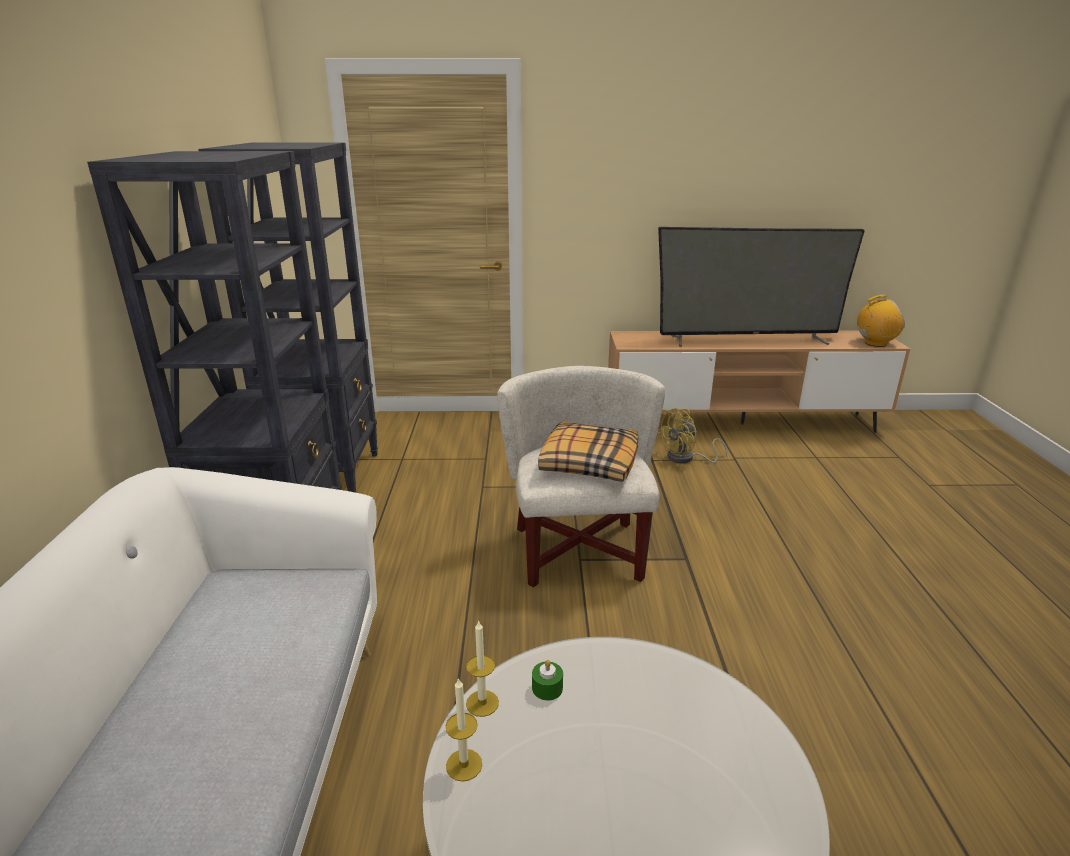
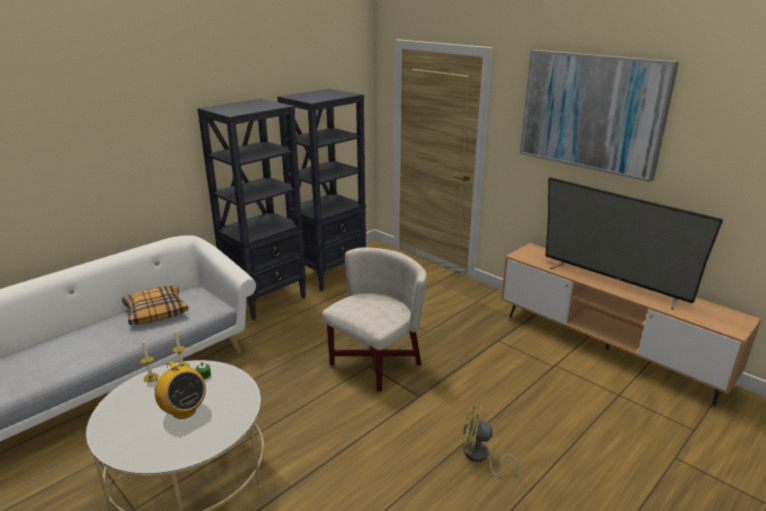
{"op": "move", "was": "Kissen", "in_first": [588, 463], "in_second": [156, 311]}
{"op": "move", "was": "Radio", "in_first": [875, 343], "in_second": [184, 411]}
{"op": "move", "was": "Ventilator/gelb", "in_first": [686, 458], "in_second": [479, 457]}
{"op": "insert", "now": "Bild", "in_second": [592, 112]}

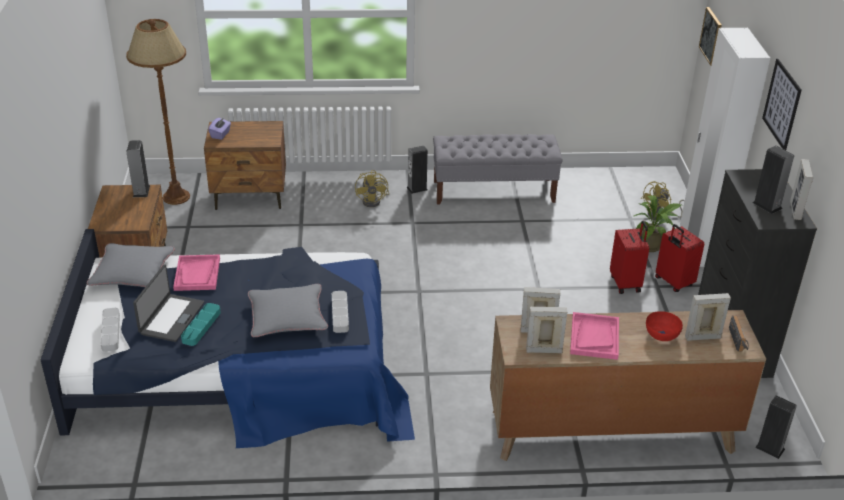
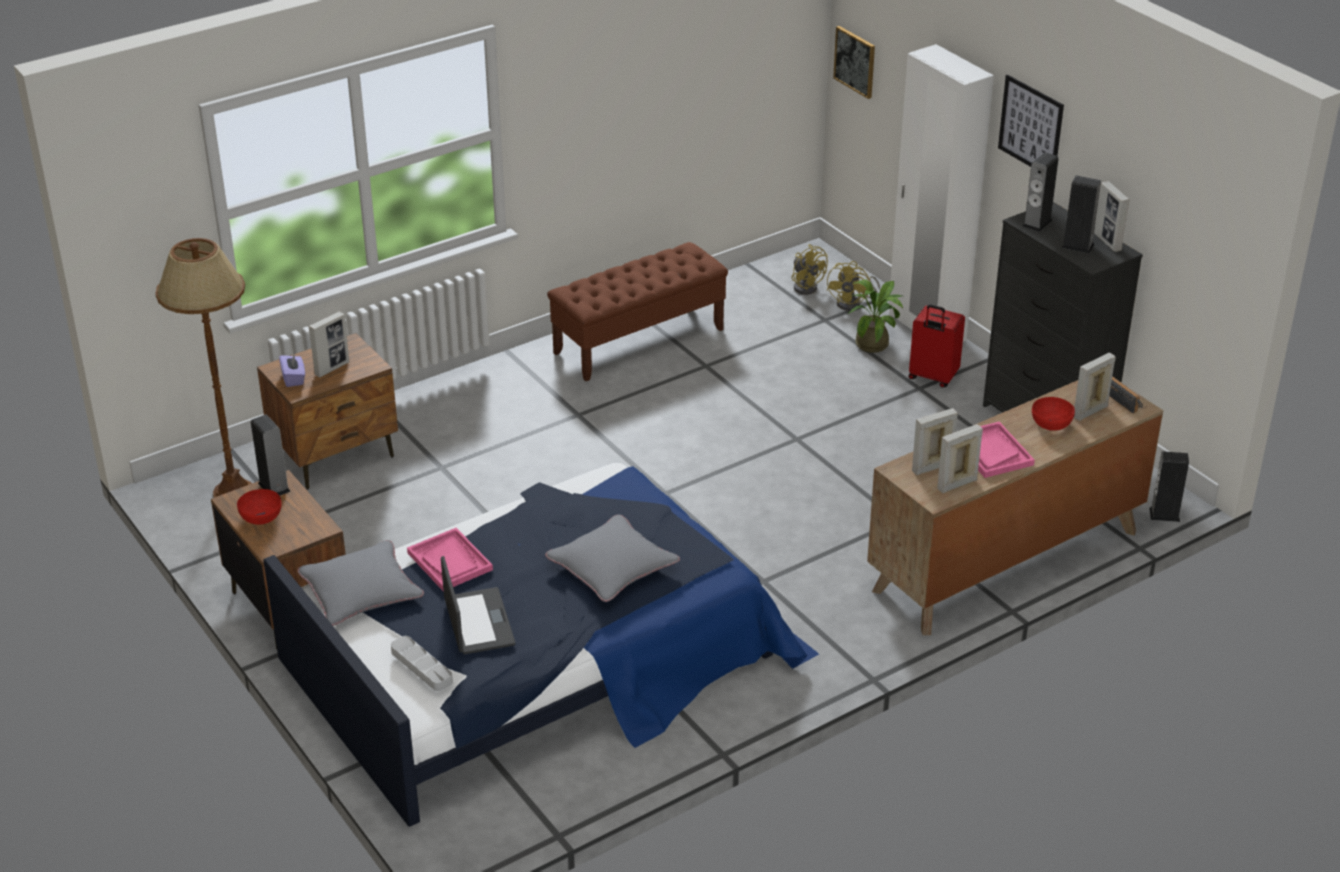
{"op": "insert", "now": "Schüssel/rot", "in_second": [260, 517]}
{"op": "insert", "now": "Bilderrahmen", "in_second": [332, 368]}
{"op": "recolor", "was": "Bank/grau", "now": "Bank/braun", "in_first": [494, 191], "in_second": [639, 341]}
{"op": "move", "was": "Ventilator/gelb", "in_first": [374, 201], "in_second": [806, 286]}
{"op": "move", "was": "Lautsprecher", "in_first": [417, 188], "in_second": [1037, 223]}
{"op": "delete", "was": "Tablett/türkis", "in_first": [201, 326]}
{"op": "delete", "was": "Tablett/grau", "in_first": [340, 314]}
{"op": "delete", "was": "Koffer/rot", "in_first": [626, 283]}

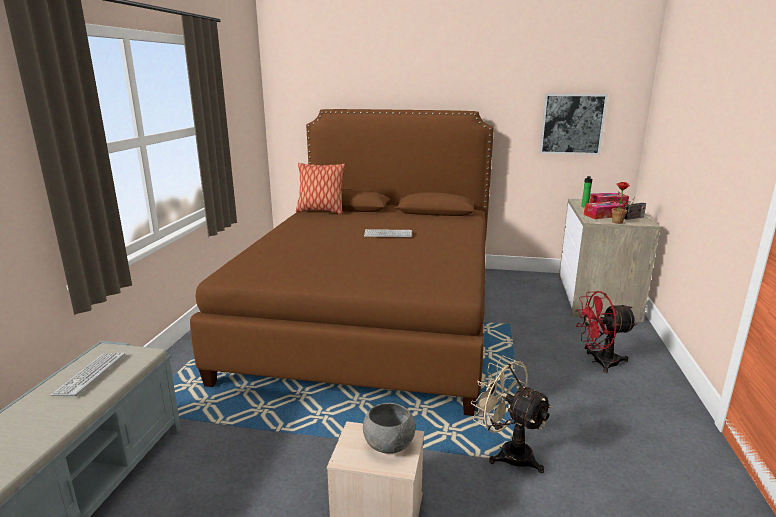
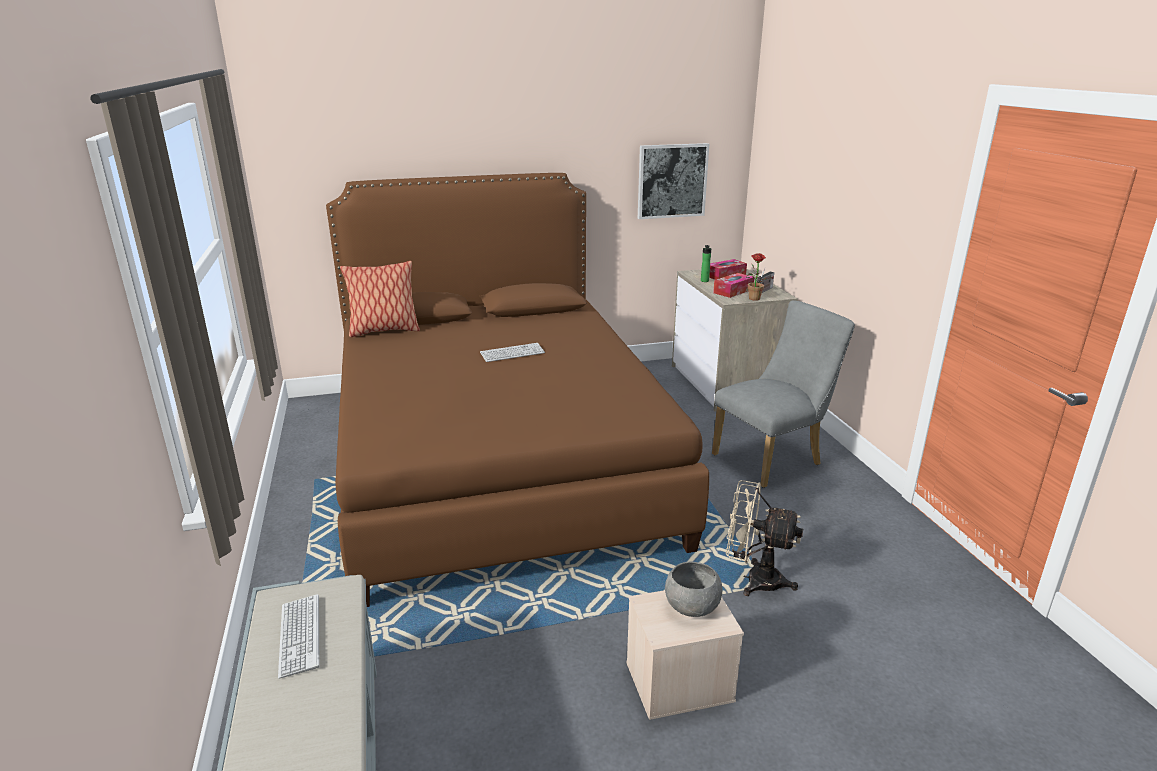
{"op": "replace", "was": "Ventilator/rot", "now": "Stuhl/grau", "in_first": [599, 362], "in_second": [773, 458]}

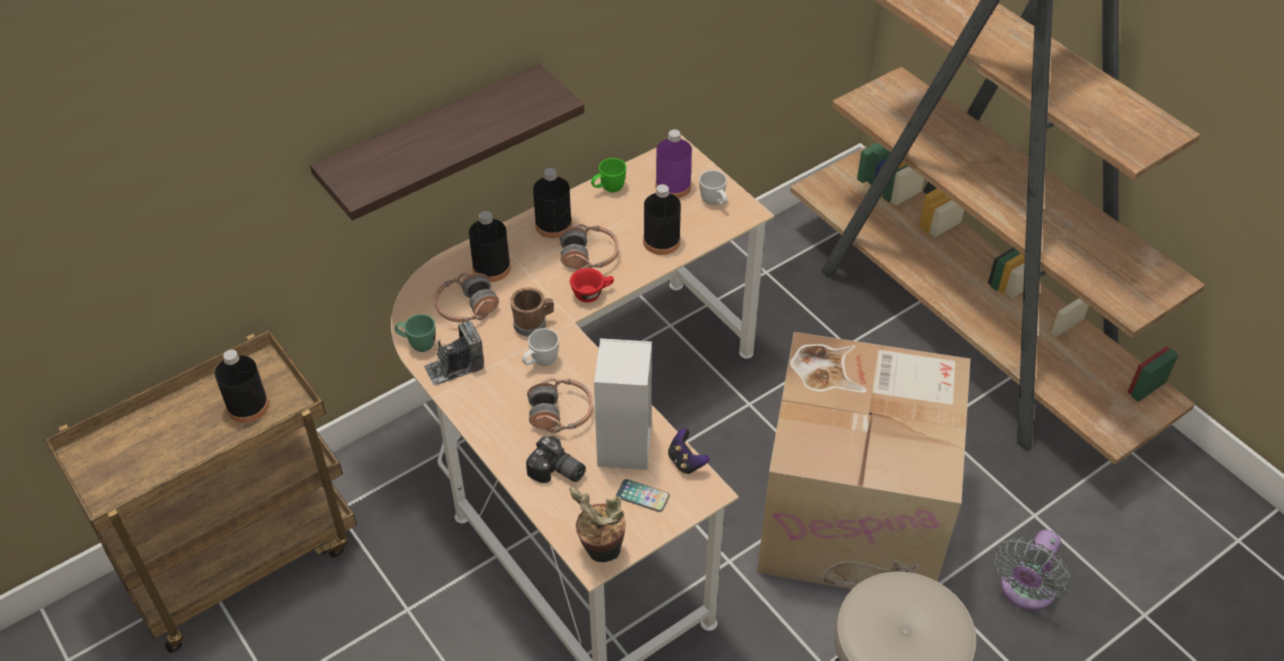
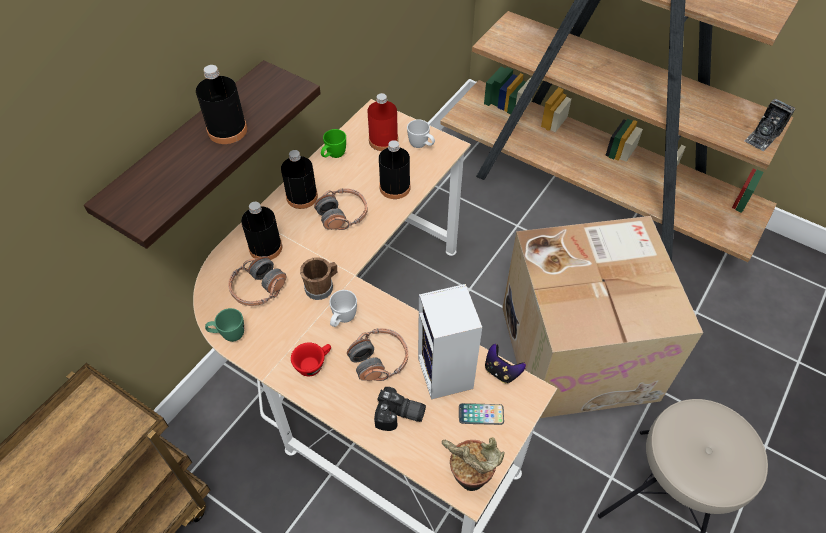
{"op": "move", "was": "Flasche/schwarz", "in_first": [248, 406], "in_second": [227, 130]}
{"op": "move", "was": "Tasse/rot", "in_first": [592, 293], "in_second": [313, 363]}
{"op": "recolor", "was": "Flasche/lila", "now": "Flasche/rot", "in_first": [673, 186], "in_second": [383, 140]}
{"op": "move", "was": "Kamera", "in_first": [454, 367], "in_second": [763, 136]}
{"op": "delete", "was": "Ventilator/grau", "in_first": [1025, 591]}

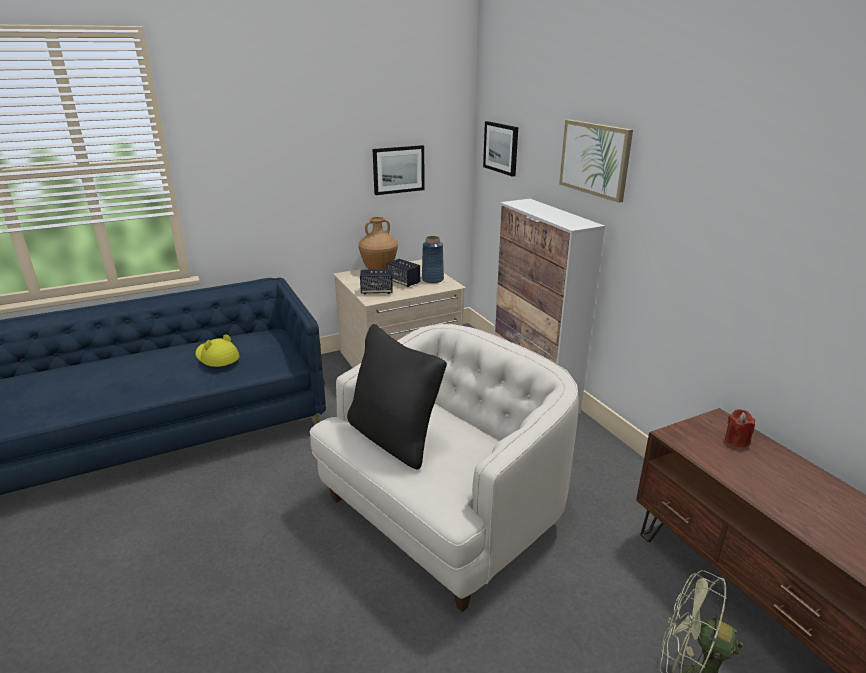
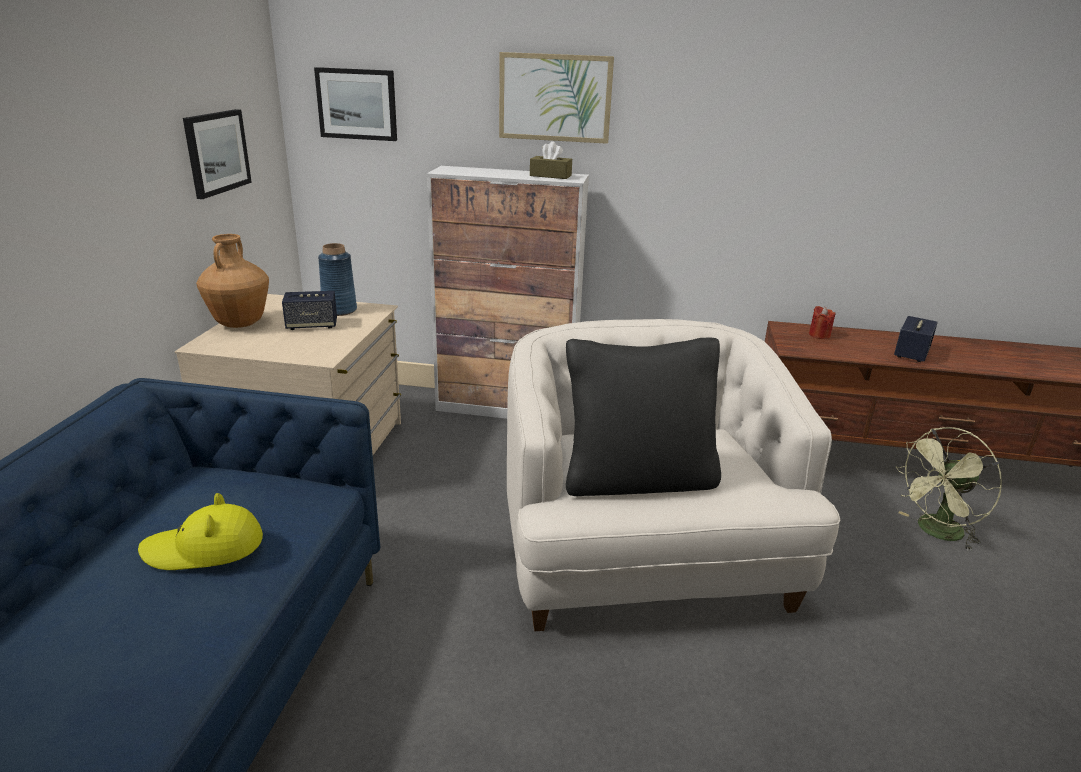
{"op": "insert", "now": "Taschentuchbox/braun", "in_second": [550, 176]}
{"op": "move", "was": "Lautsprecher", "in_first": [377, 291], "in_second": [911, 353]}

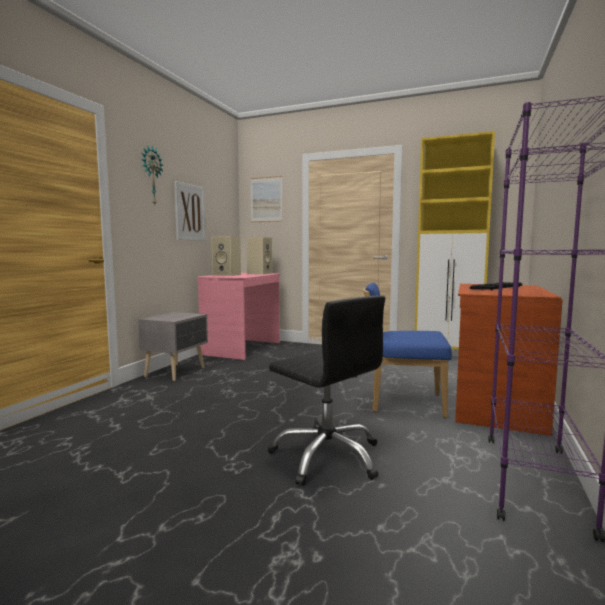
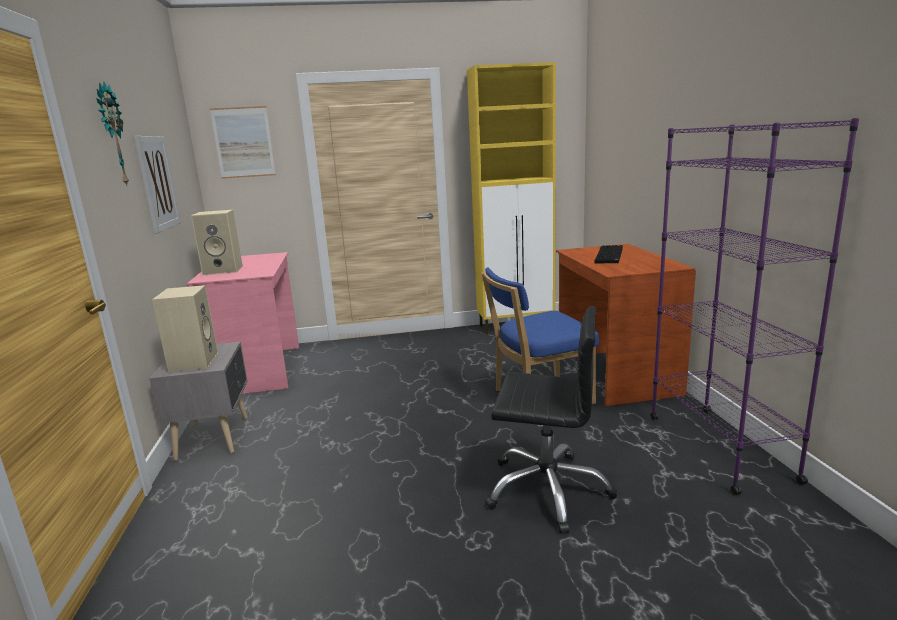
{"op": "move", "was": "Lautsprecher/beige", "in_first": [259, 273], "in_second": [193, 361]}

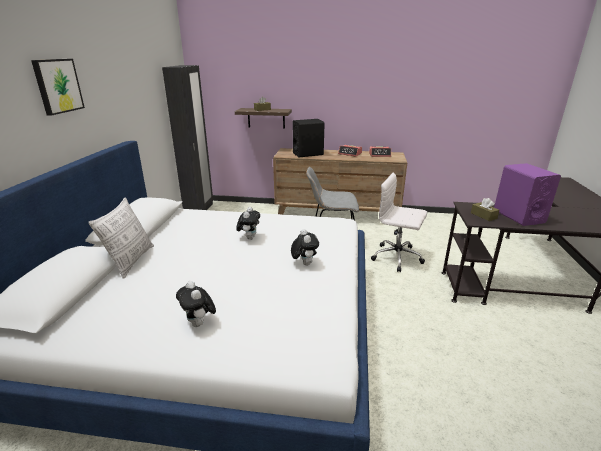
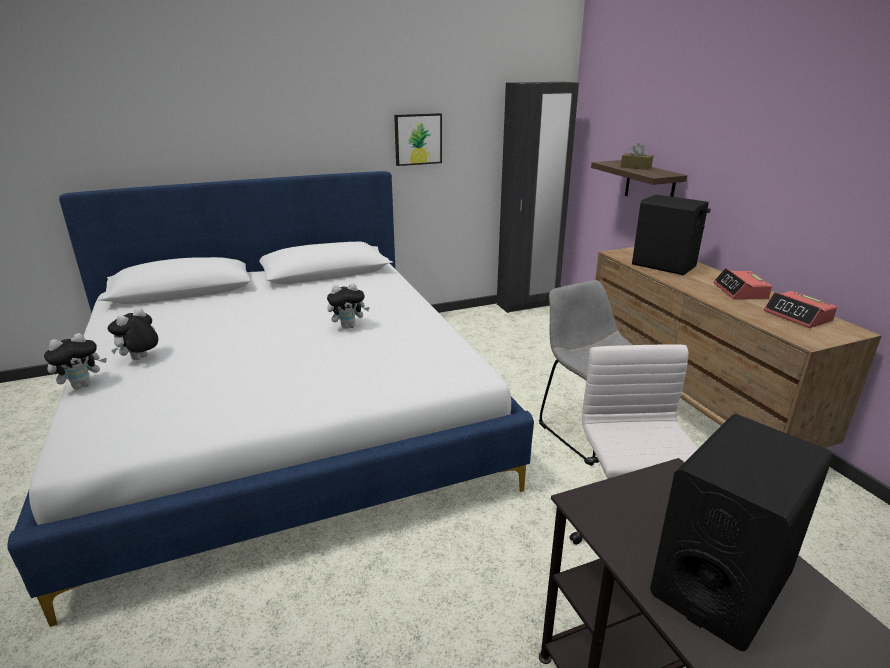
{"op": "move", "was": "Plüschtier", "in_first": [304, 263], "in_second": [82, 385]}
{"op": "move", "was": "Bild", "in_first": [57, 86], "in_second": [417, 139]}
{"op": "recolor", "was": "Lautsprecher/lila", "now": "Lautsprecher/schwarz", "in_first": [518, 216], "in_second": [721, 583]}
{"op": "delete", "was": "Kissen", "in_first": [131, 261]}
{"op": "delete", "was": "Taschentuchbox/braun", "in_first": [483, 216]}

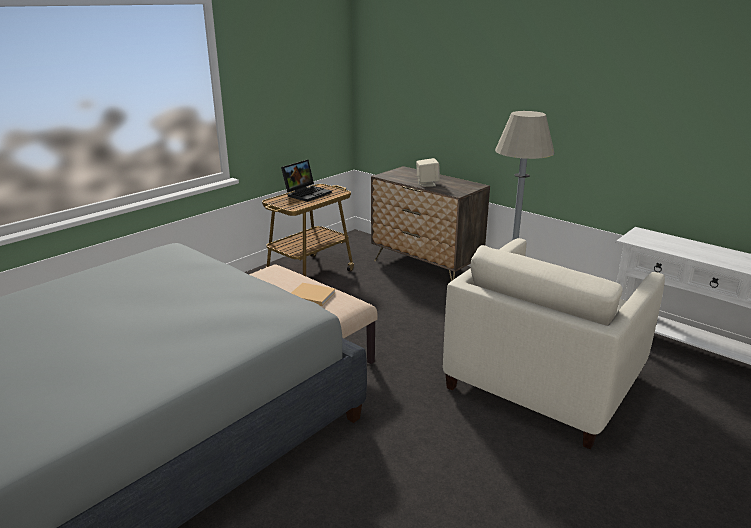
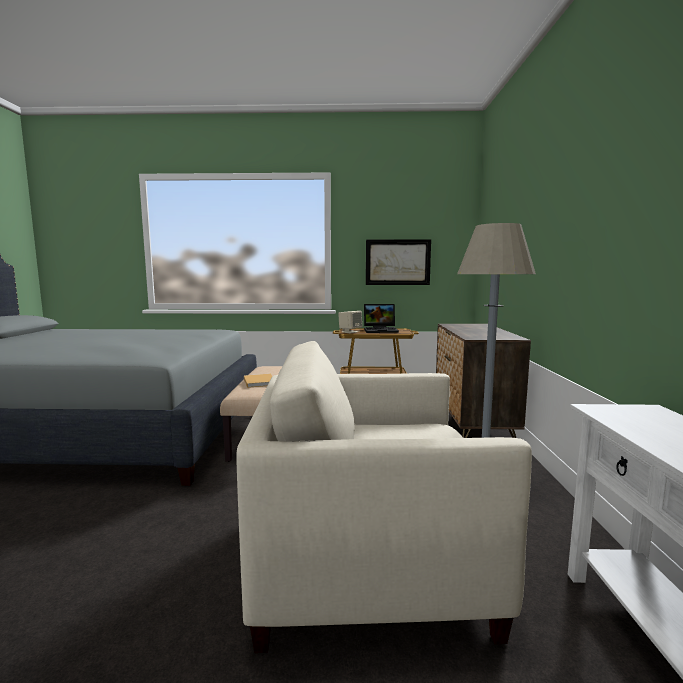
{"op": "move", "was": "Lautsprecher/beige", "in_first": [427, 184], "in_second": [350, 332]}
{"op": "insert", "now": "Bild", "in_second": [397, 262]}

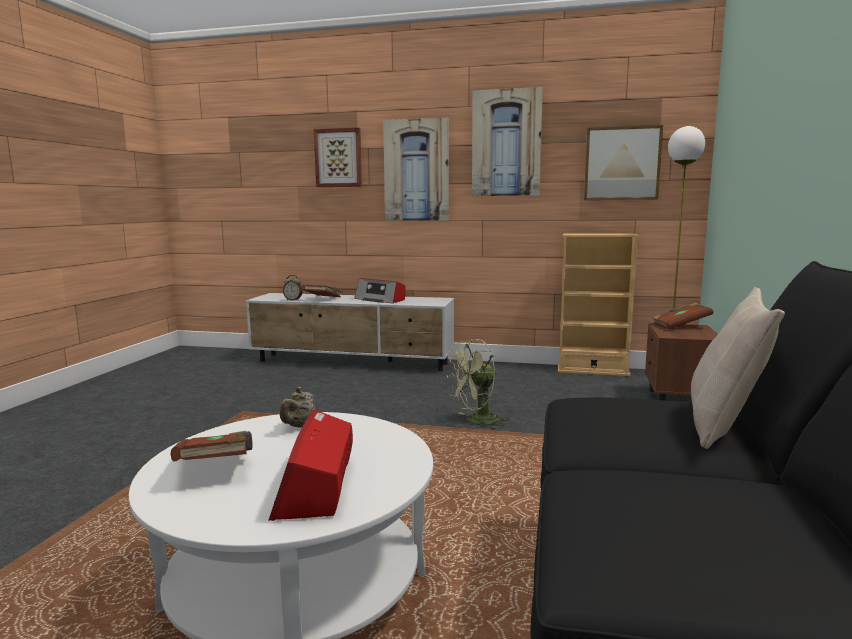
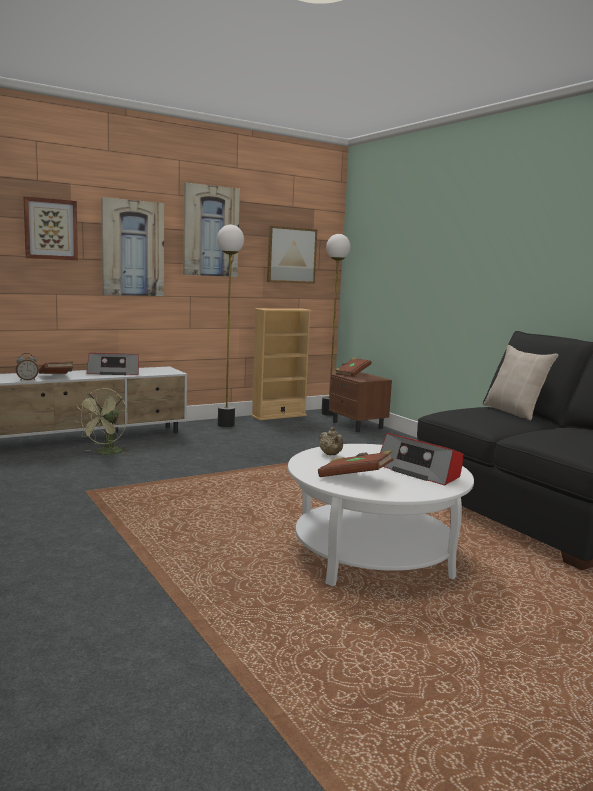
{"op": "move", "was": "Ventilator/grün", "in_first": [476, 422], "in_second": [106, 453]}
{"op": "insert", "now": "Stehlampe", "in_second": [226, 425]}

